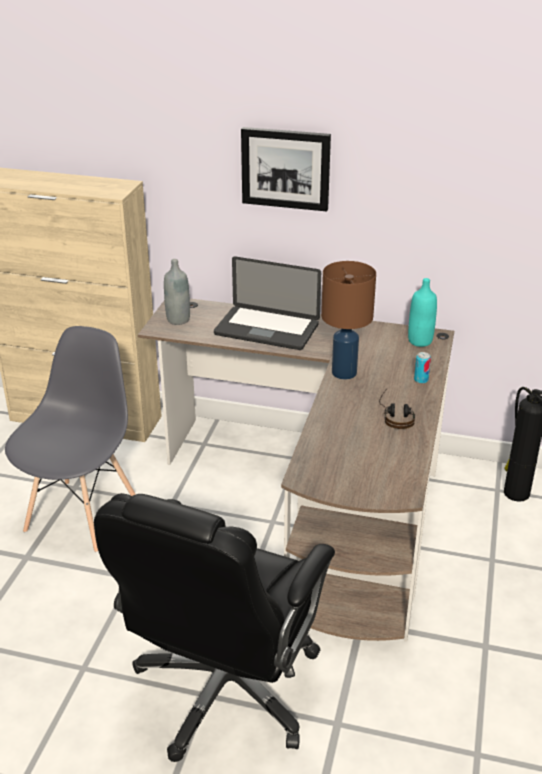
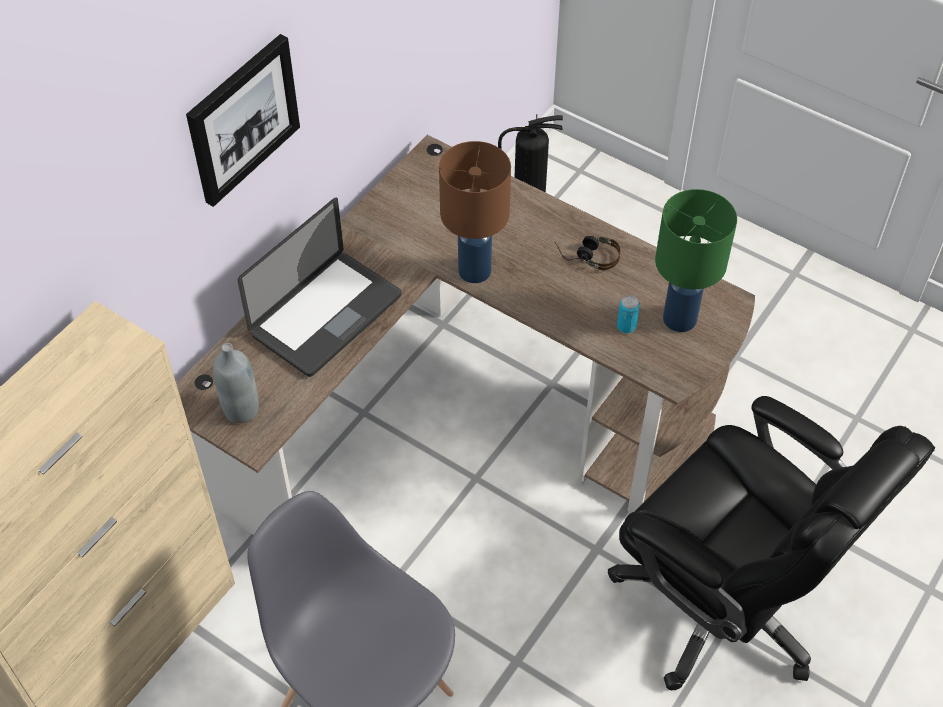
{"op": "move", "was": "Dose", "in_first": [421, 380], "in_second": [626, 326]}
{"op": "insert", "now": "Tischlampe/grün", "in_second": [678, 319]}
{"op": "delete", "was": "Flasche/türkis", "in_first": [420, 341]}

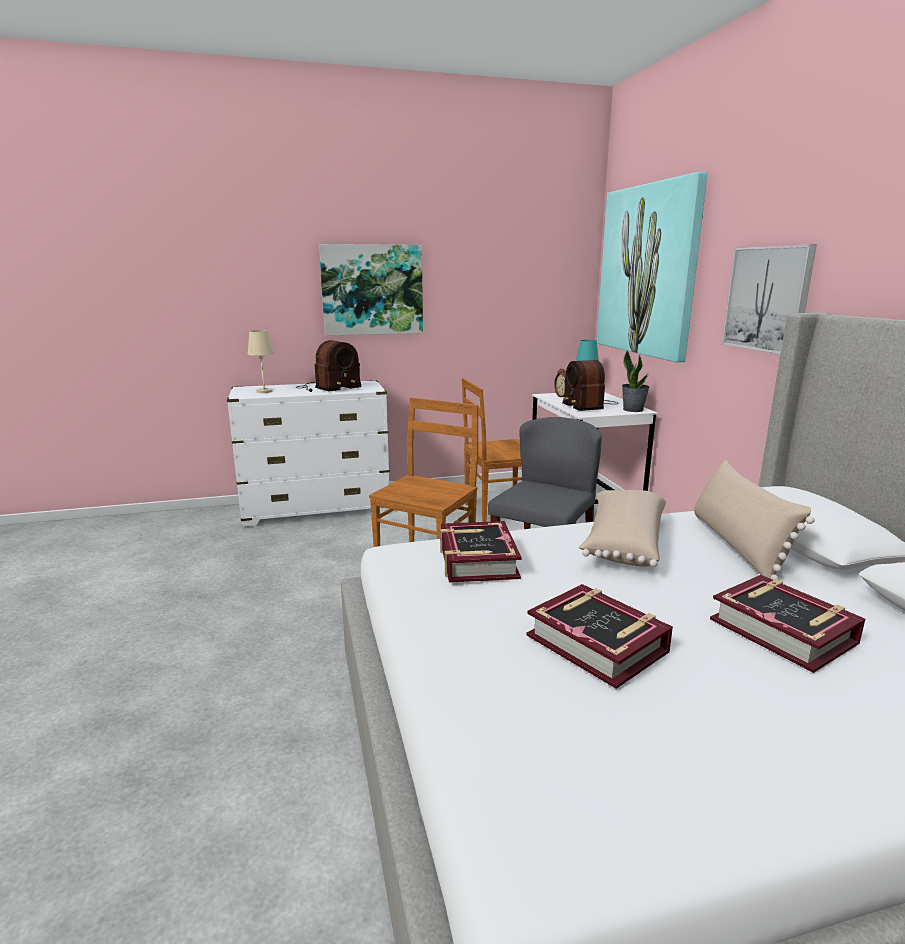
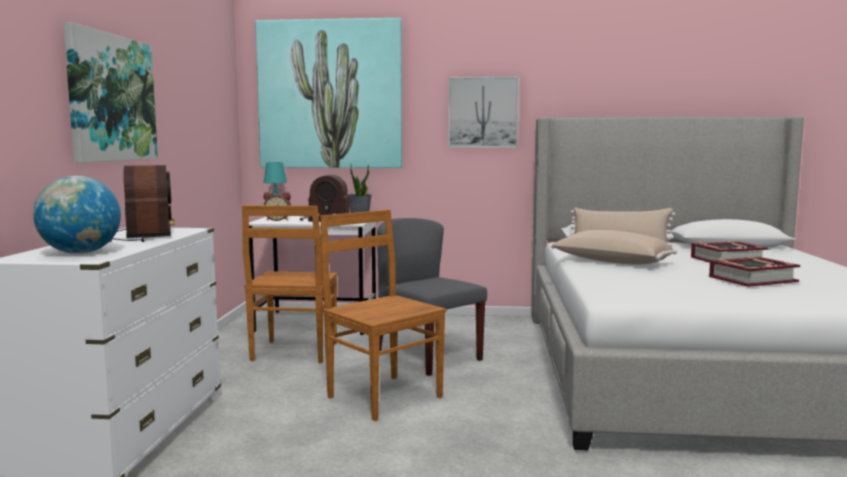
{"op": "replace", "was": "Tischlampe/beige", "now": "Globus", "in_first": [264, 391], "in_second": [80, 253]}
{"op": "delete", "was": "Buch", "in_first": [477, 560]}

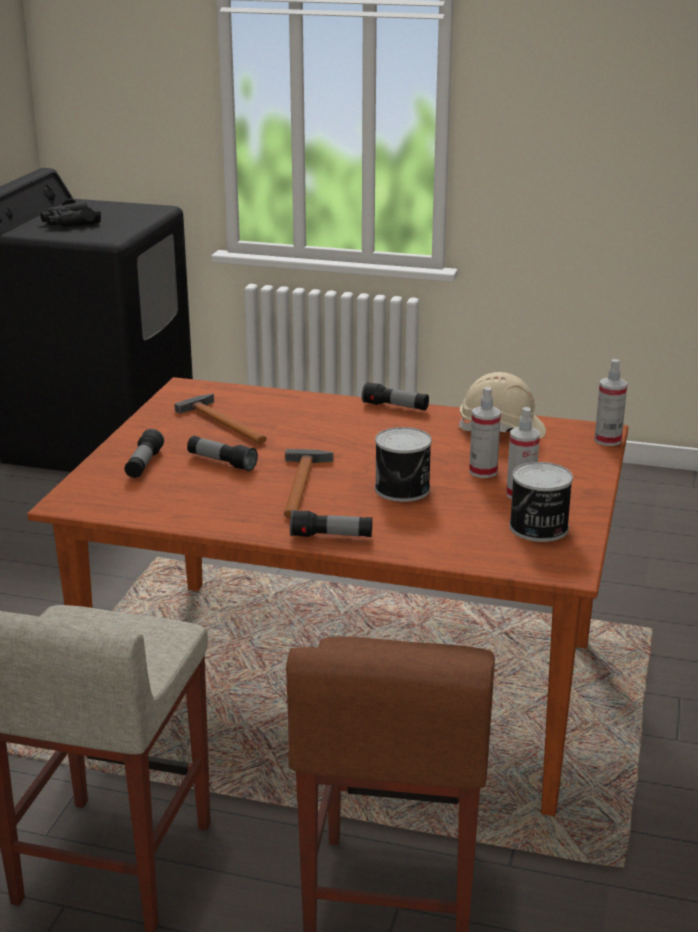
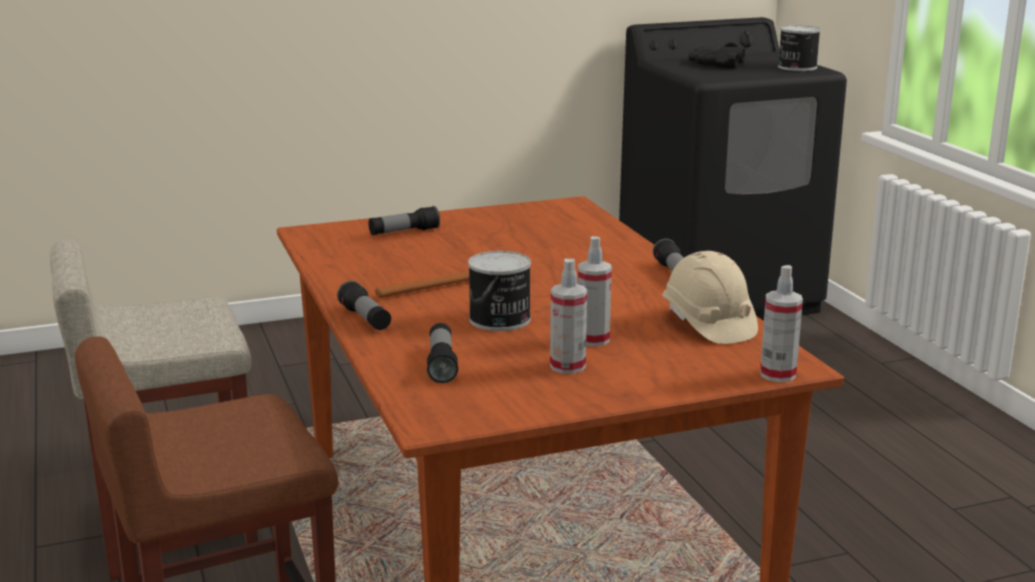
{"op": "move", "was": "Taschenlampe", "in_first": [221, 462], "in_second": [441, 364]}
{"op": "move", "was": "Dose", "in_first": [538, 528], "in_second": [796, 67]}
{"op": "delete", "was": "Hammer", "in_first": [222, 422]}

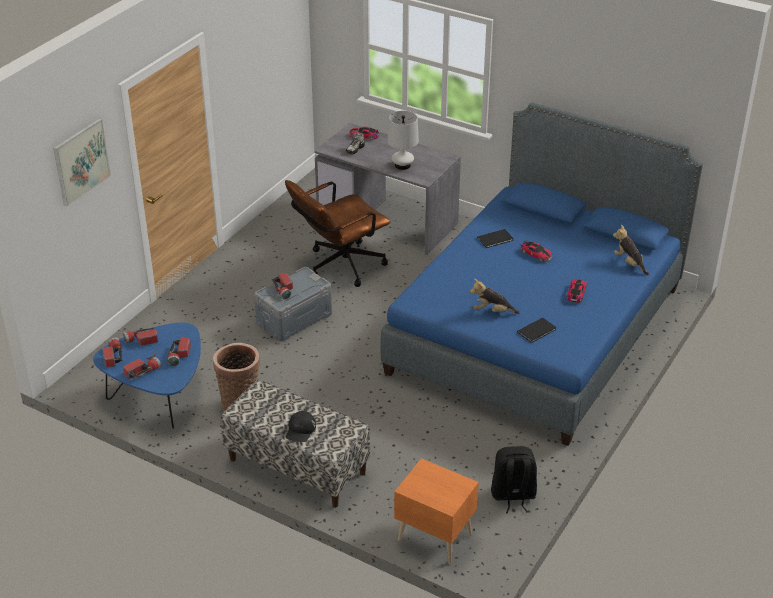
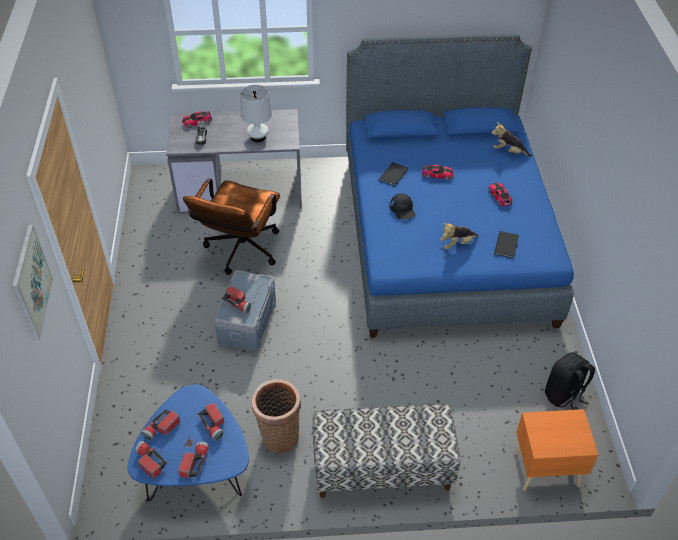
{"op": "move", "was": "Kappe/schwarz", "in_first": [300, 430], "in_second": [402, 209]}

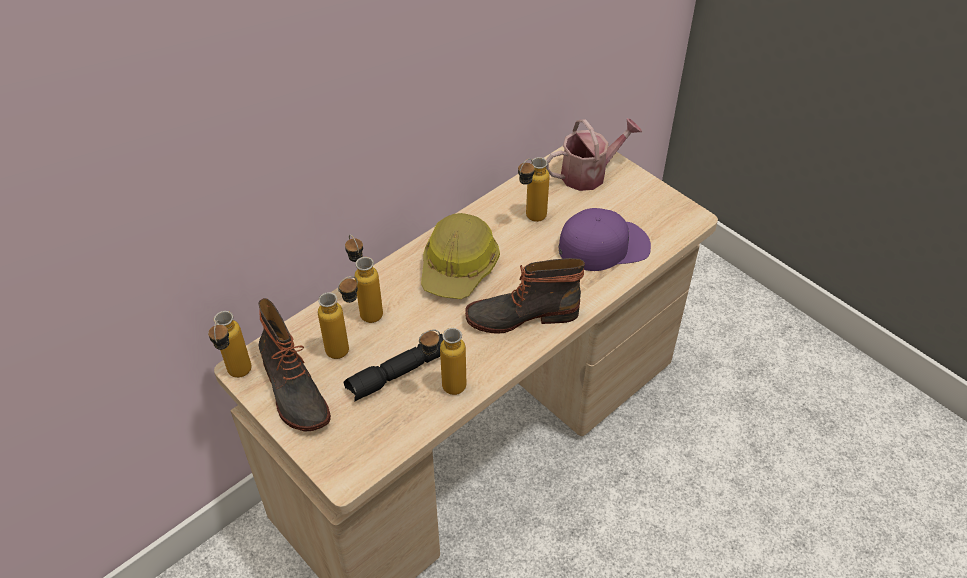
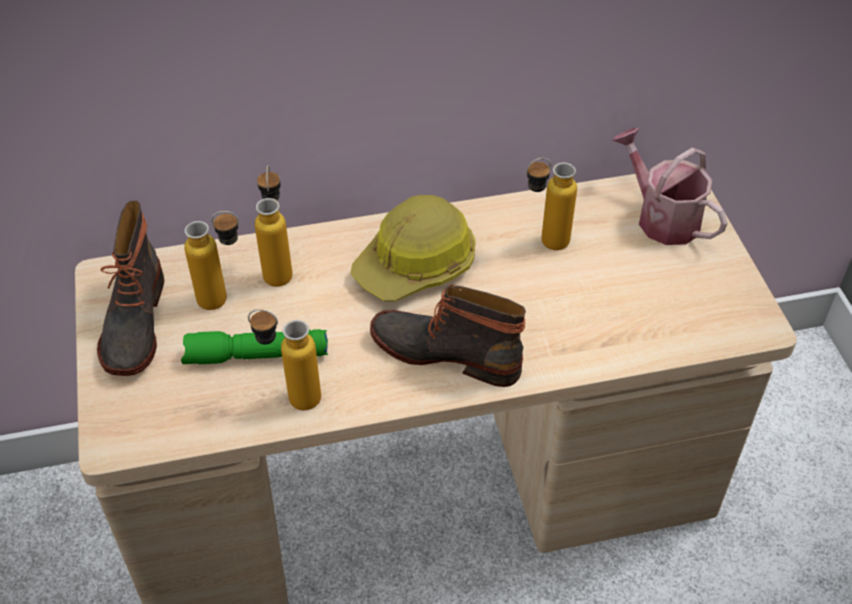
{"op": "recolor", "was": "Taschenlampe/schwarz", "now": "Taschenlampe/grün", "in_first": [398, 374], "in_second": [255, 356]}
{"op": "rotate", "was": "Gießkanne", "in_first": [589, 173], "in_second": [661, 217], "clockwise": -135}
{"op": "delete", "was": "Flasche", "in_first": [238, 377]}
{"op": "delete", "was": "Kappe/lila", "in_first": [604, 245]}

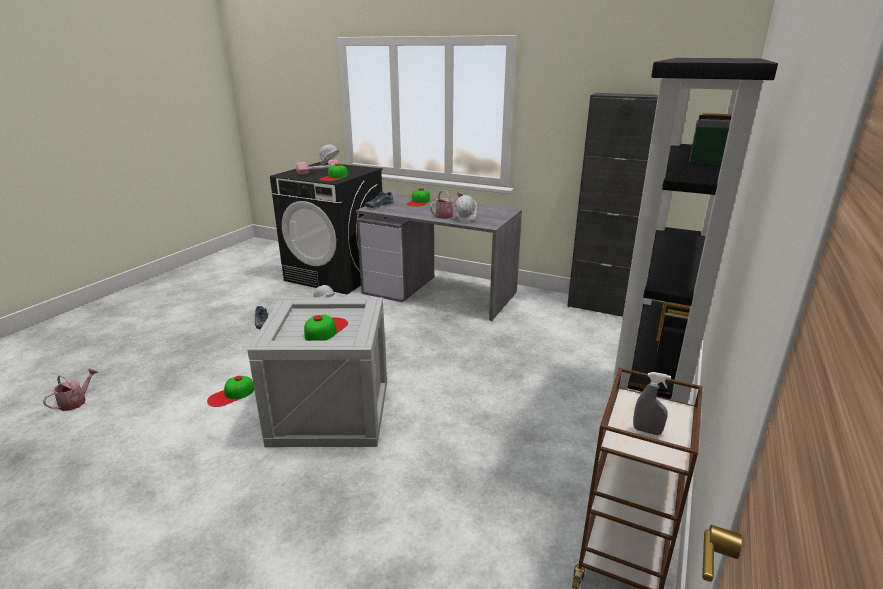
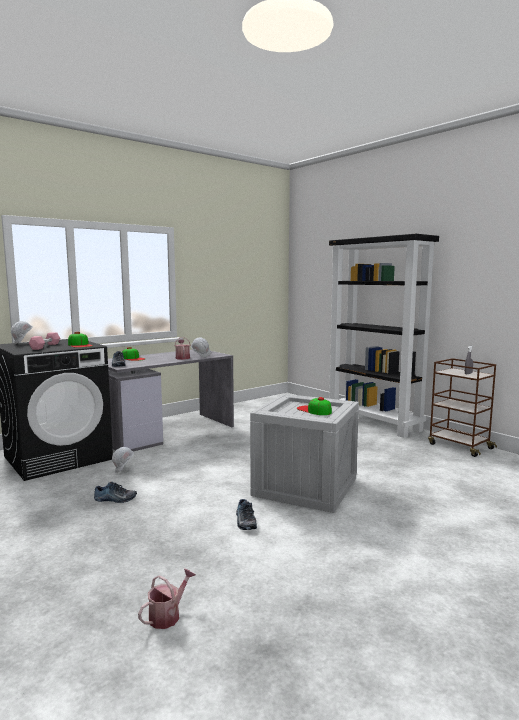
{"op": "rotate", "was": "Gießkanne", "in_first": [76, 401], "in_second": [168, 615], "clockwise": 75}
{"op": "replace", "was": "Kappe", "now": "Schuh", "in_first": [231, 395], "in_second": [244, 521]}
{"op": "delete", "was": "Schrank/schwarz", "in_first": [602, 307]}

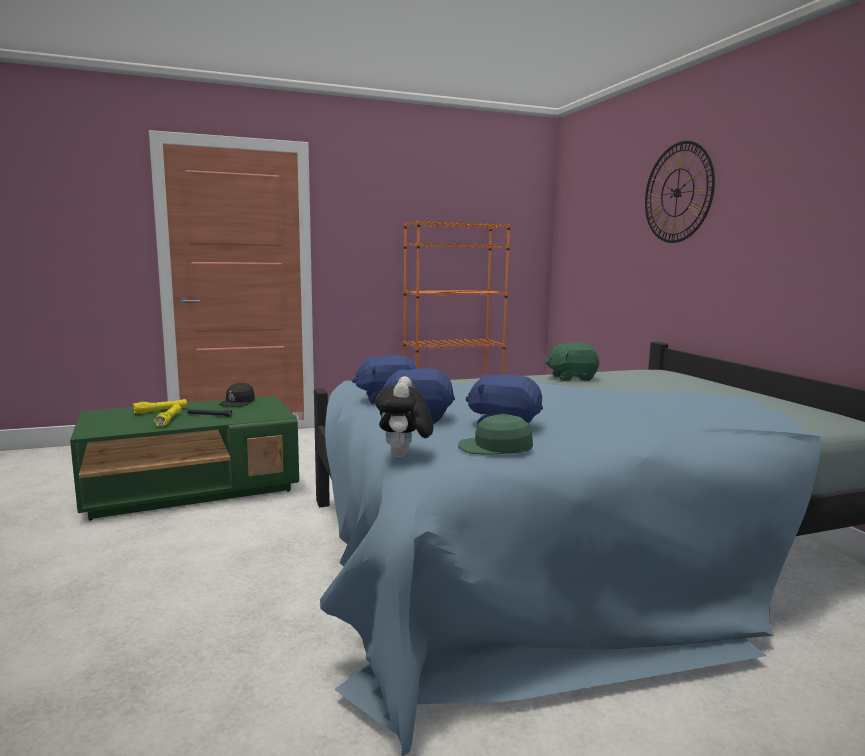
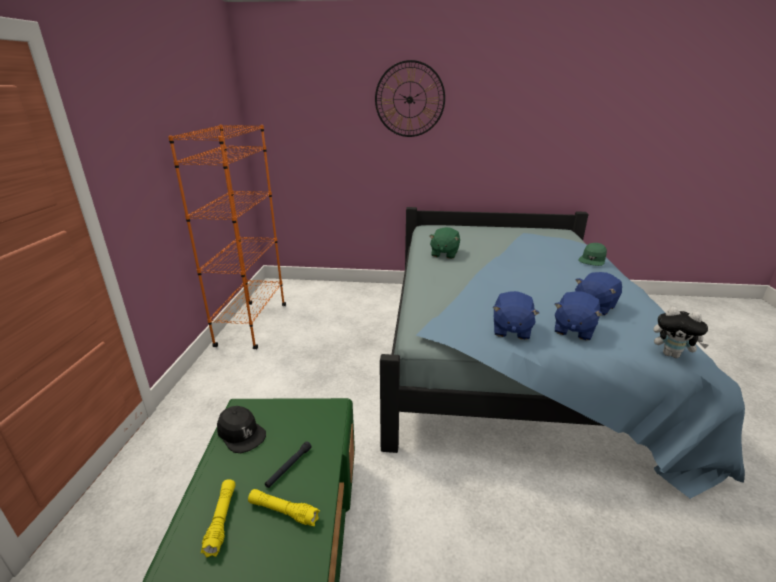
{"op": "move", "was": "Kappe/grün", "in_first": [495, 448], "in_second": [592, 259]}

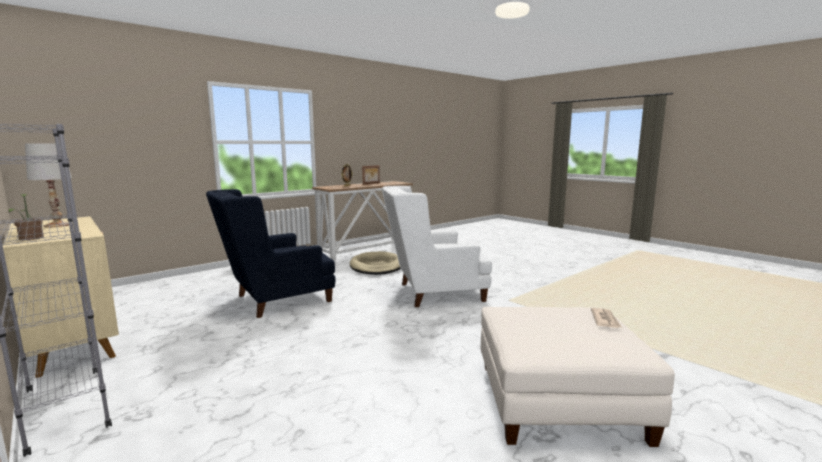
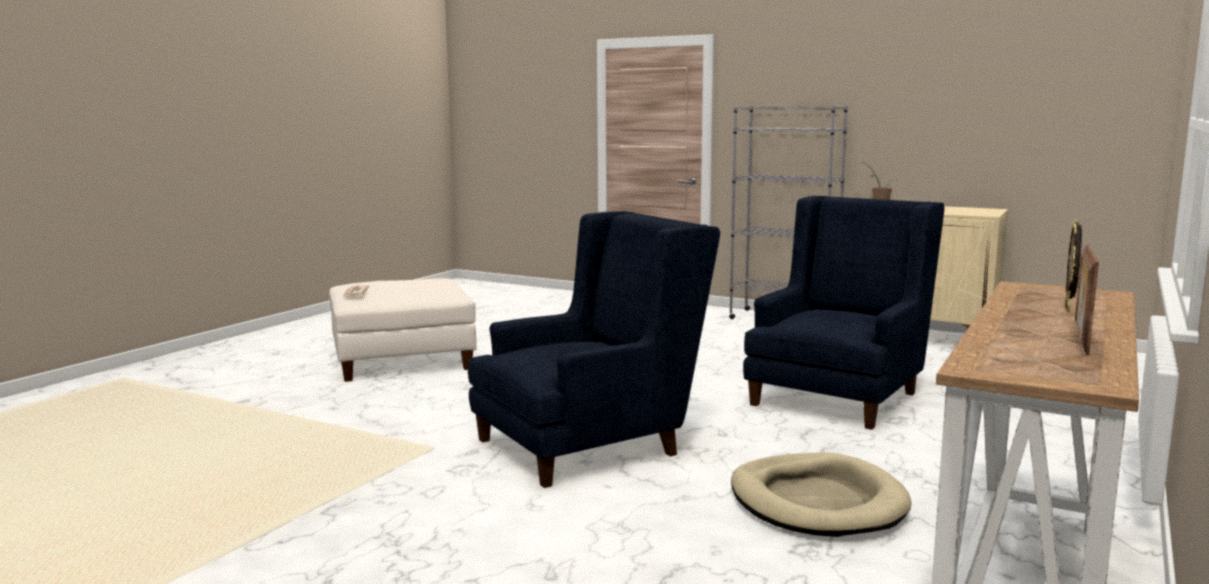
{"op": "recolor", "was": "Sessel/weiß", "now": "Sessel/blau", "in_first": [433, 293], "in_second": [591, 443]}
{"op": "delete", "was": "Tischlampe/weiß", "in_first": [58, 225]}

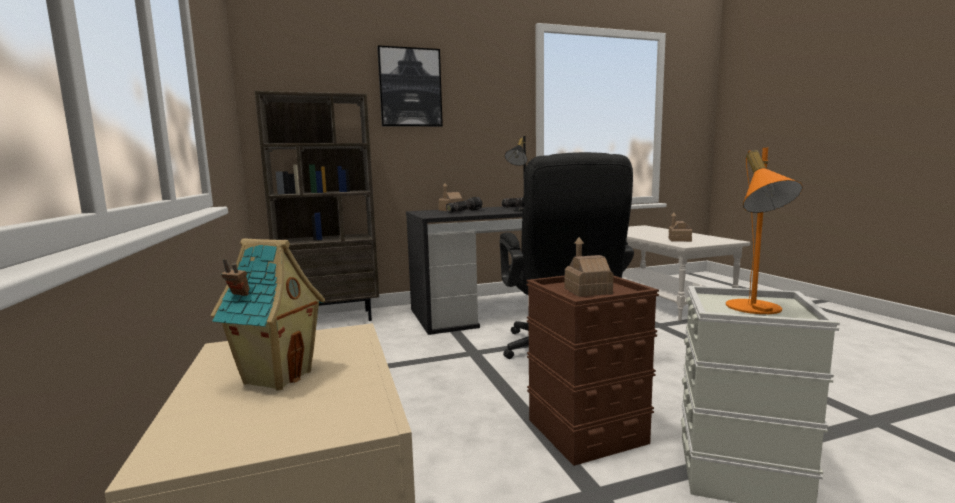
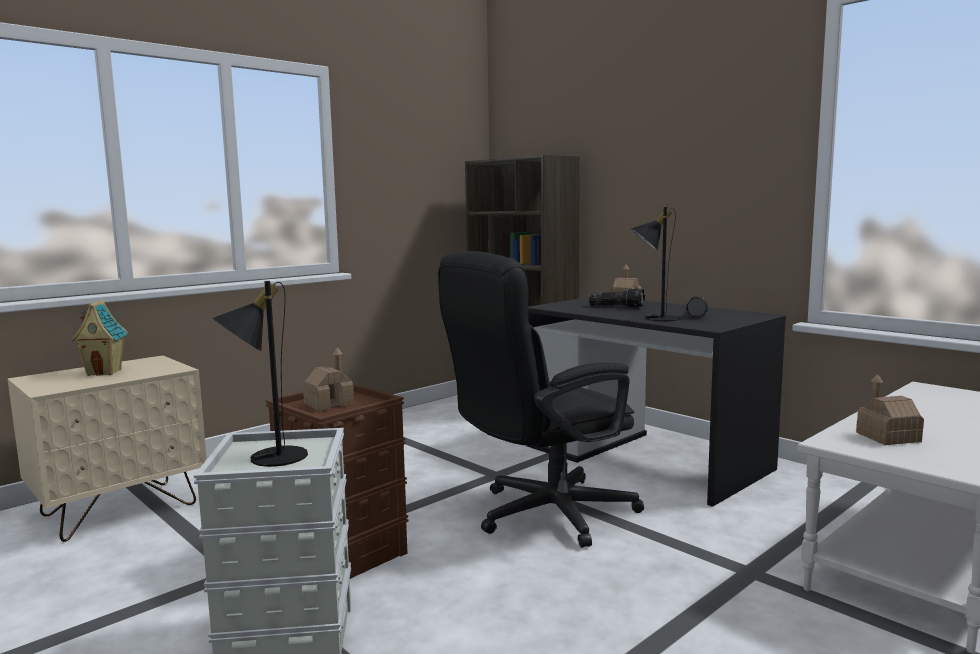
{"op": "recolor", "was": "Tischlampe/orange", "now": "Tischlampe/schwarz", "in_first": [756, 310], "in_second": [267, 457]}
{"op": "delete", "was": "Bild", "in_first": [410, 88]}

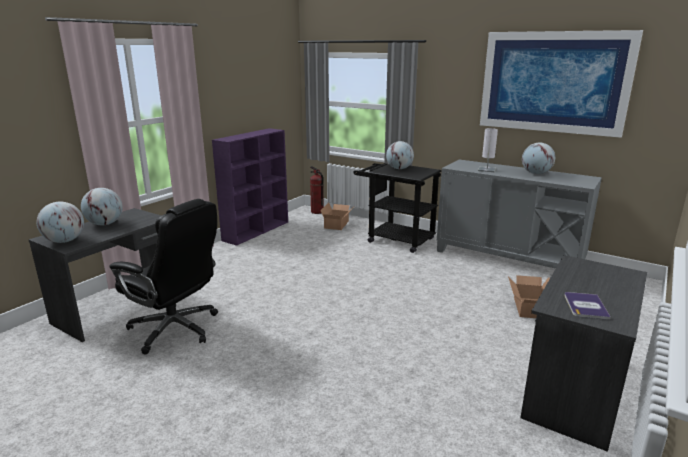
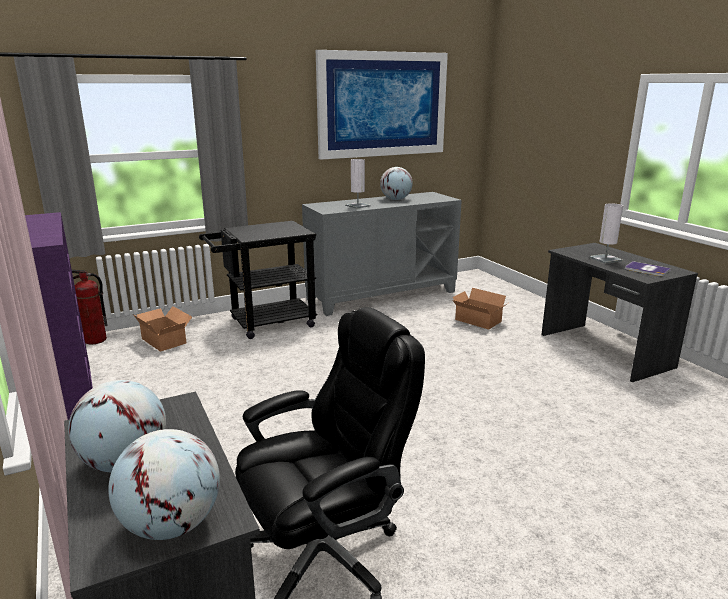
{"op": "insert", "now": "Tischlampe/weiß", "in_second": [605, 259]}
{"op": "delete", "was": "Globus", "in_first": [399, 169]}

